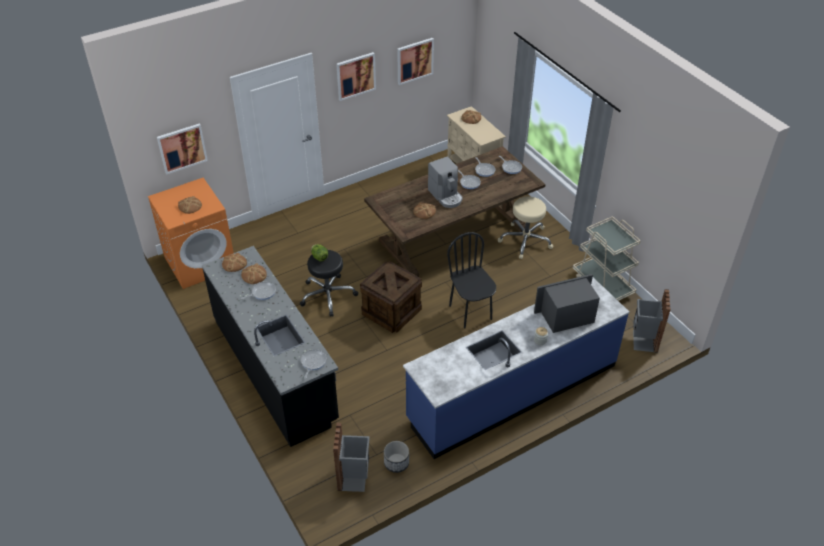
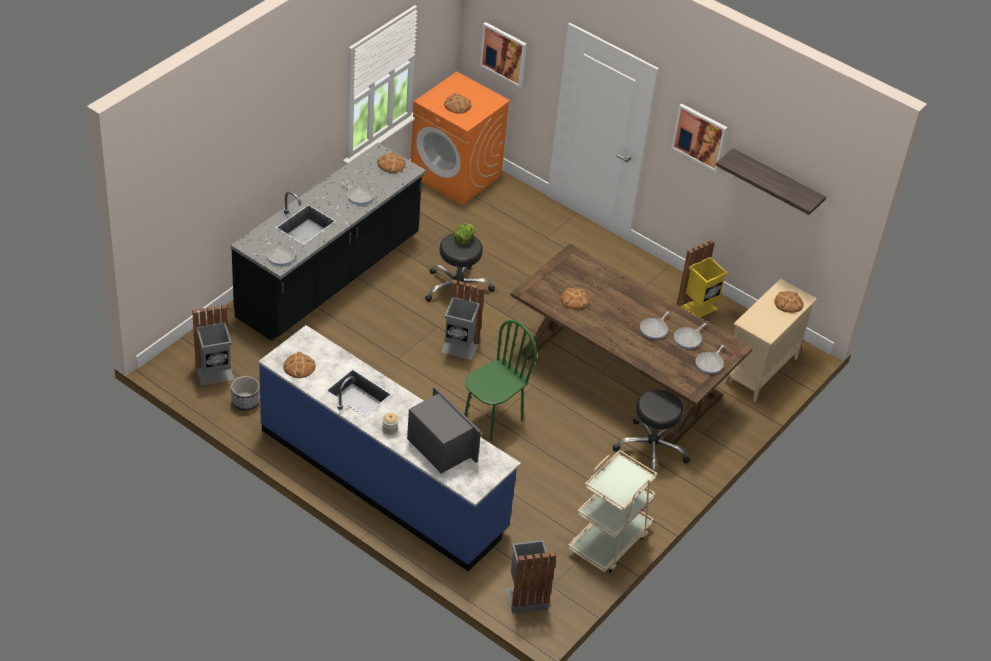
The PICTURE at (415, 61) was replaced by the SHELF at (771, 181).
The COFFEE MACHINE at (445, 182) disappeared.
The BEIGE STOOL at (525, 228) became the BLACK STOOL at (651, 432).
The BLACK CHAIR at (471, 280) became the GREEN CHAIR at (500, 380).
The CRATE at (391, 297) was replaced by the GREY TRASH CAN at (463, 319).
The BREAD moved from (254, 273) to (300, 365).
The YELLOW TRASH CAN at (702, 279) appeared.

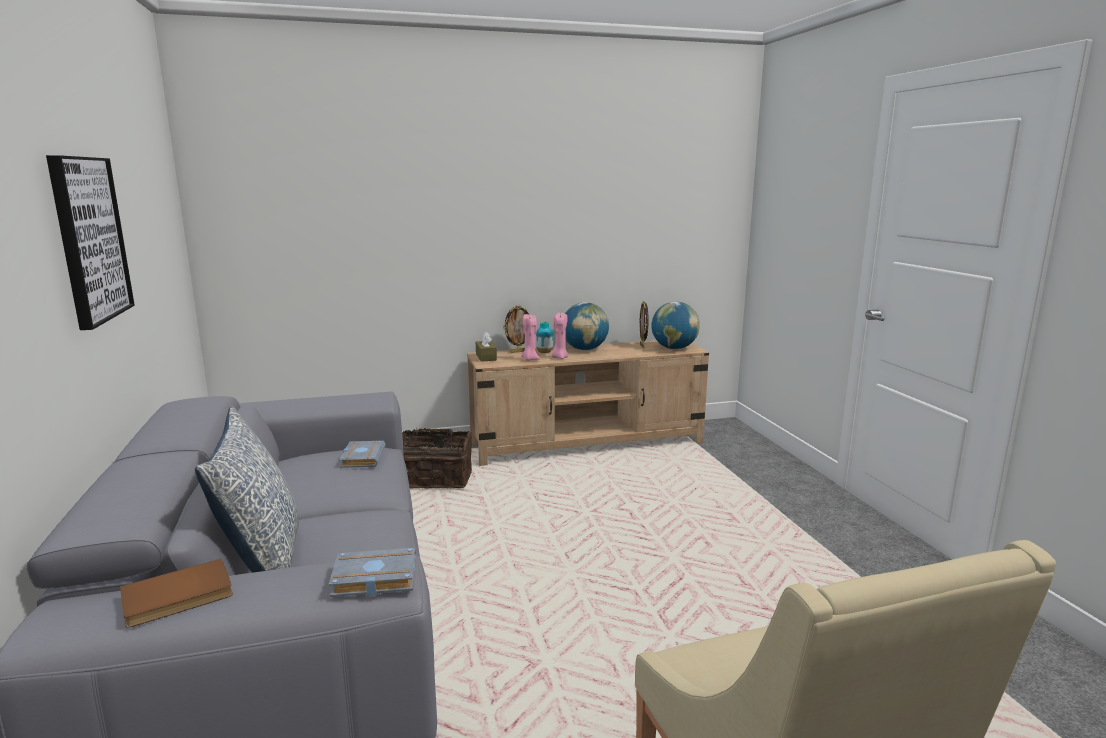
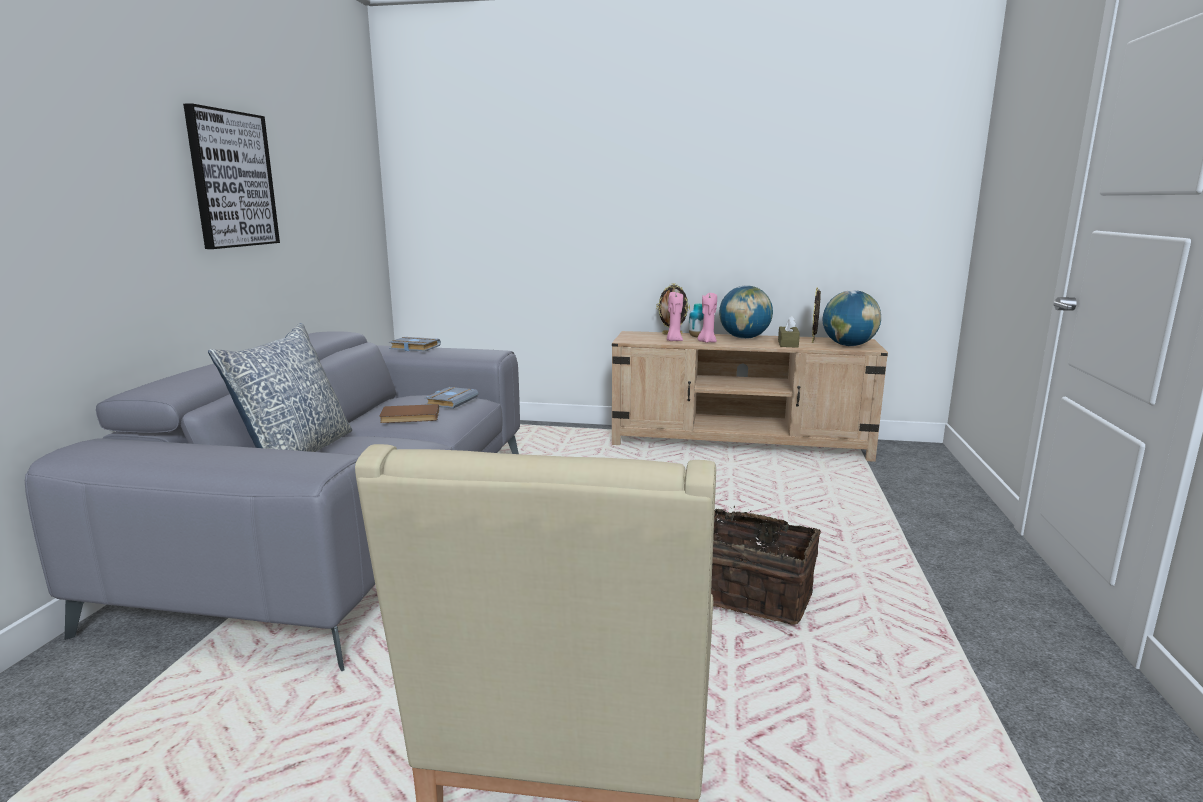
The BROWN TISSUE BOX moved from (486, 347) to (789, 332).
The BASKET moved from (437, 458) to (766, 565).
The GREY BOOK moved from (372, 572) to (415, 344).
The BROWN BOOK moved from (176, 593) to (409, 413).

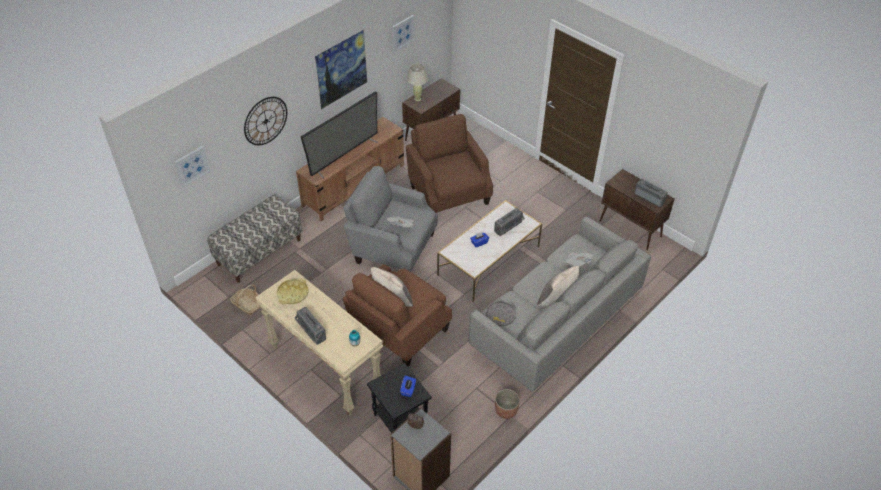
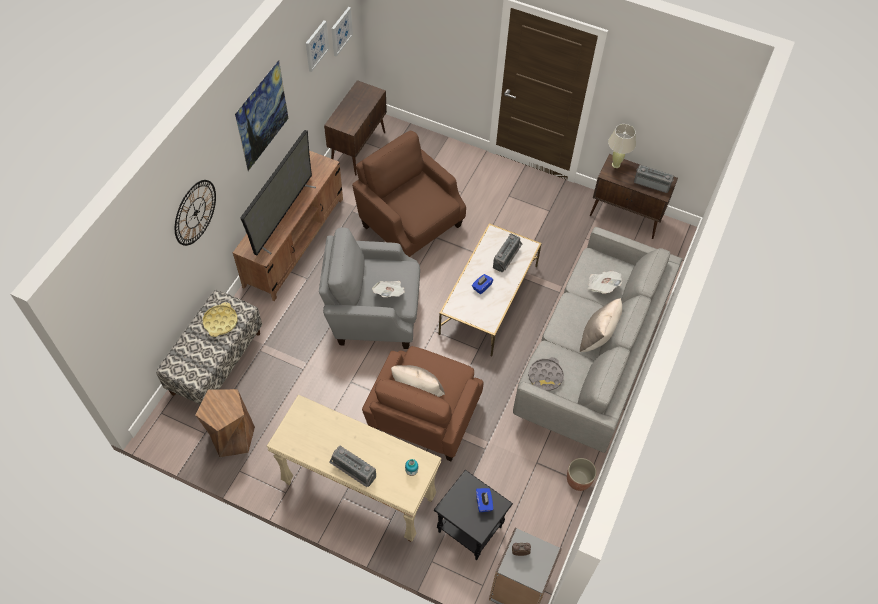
The BEIGE TABLE LAMP moved from (417, 82) to (622, 146).
The PICTURE moved from (192, 167) to (342, 32).
The YELLOW TRAY moved from (292, 291) to (220, 319).
The BASKET at (245, 300) was replaced by the BROWN STOOL at (225, 423).

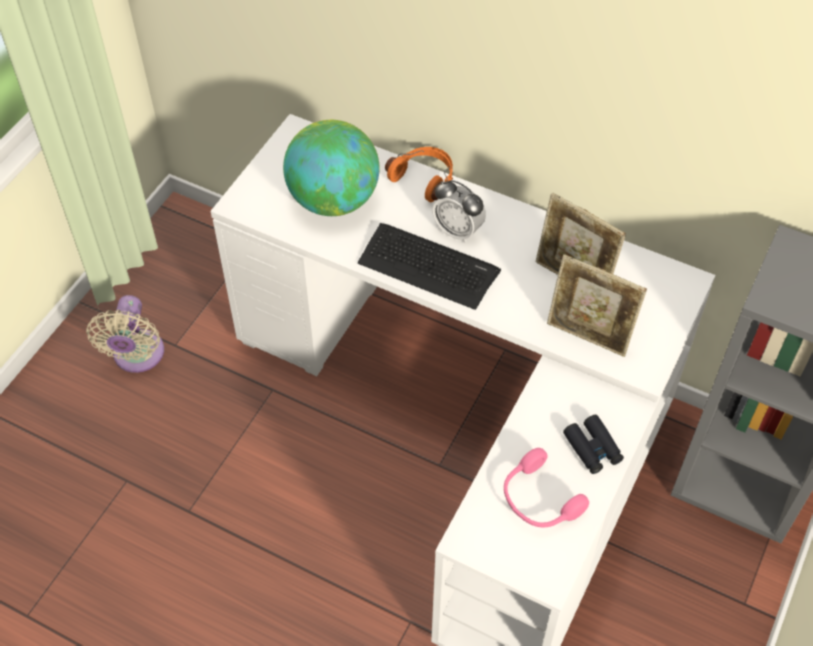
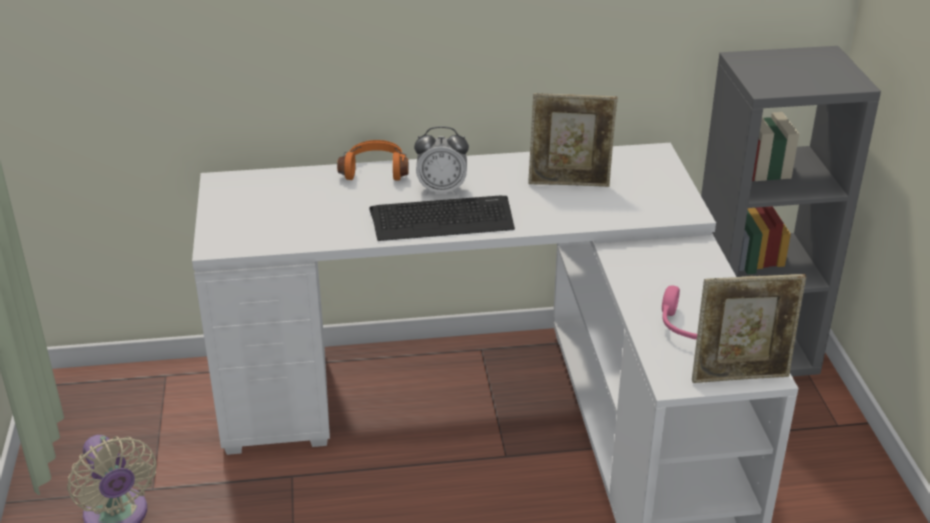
The GLOBE at (331, 168) disappeared.
The PICTURE FRAME moved from (597, 305) to (749, 328).
The BLACK BINOCULARS at (593, 444) disappeared.

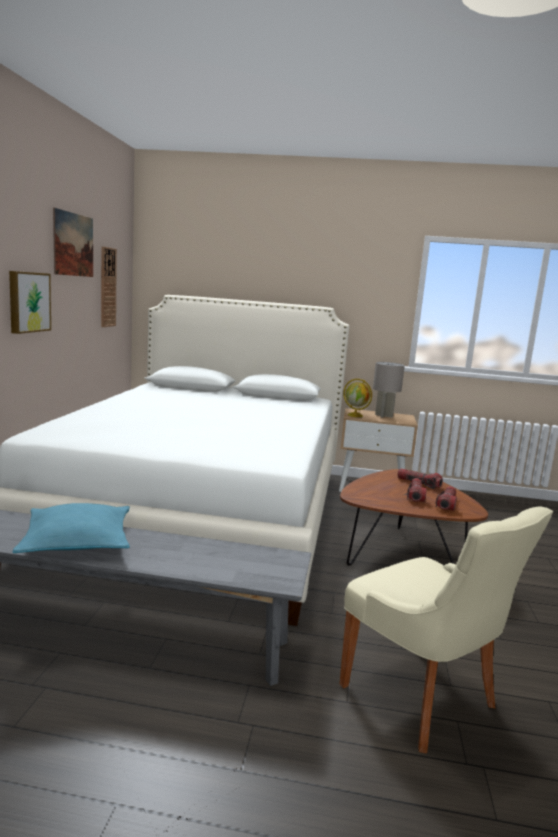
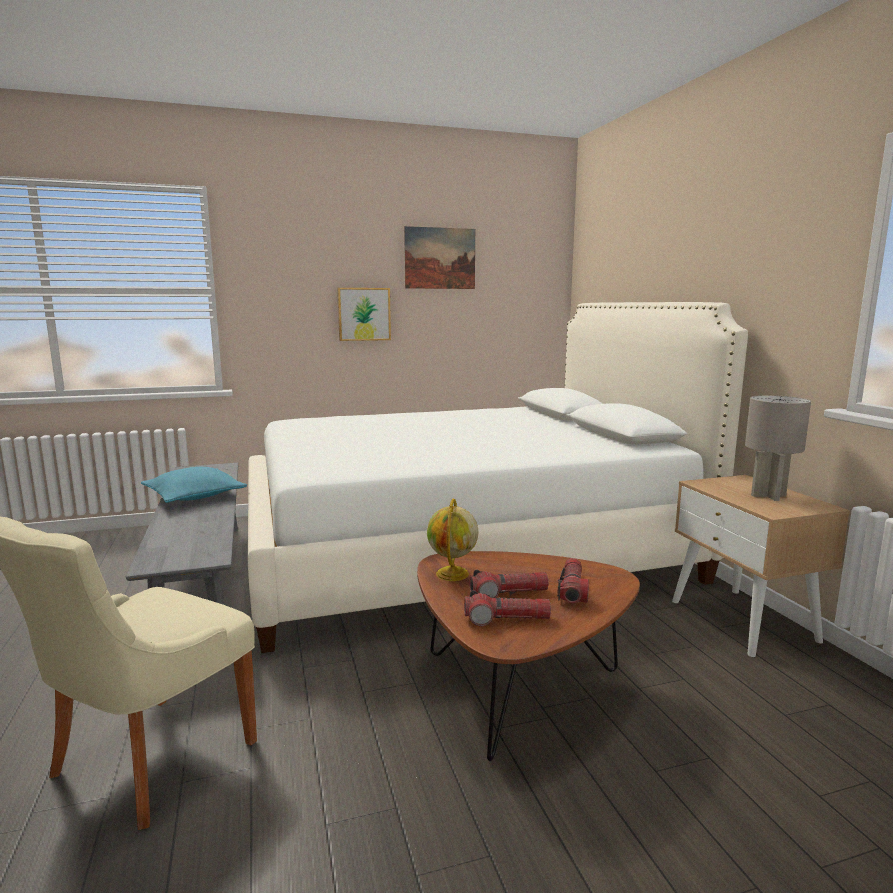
The WALL CLOCK at (109, 286) disappeared.
The GLOBE moved from (358, 398) to (452, 540).

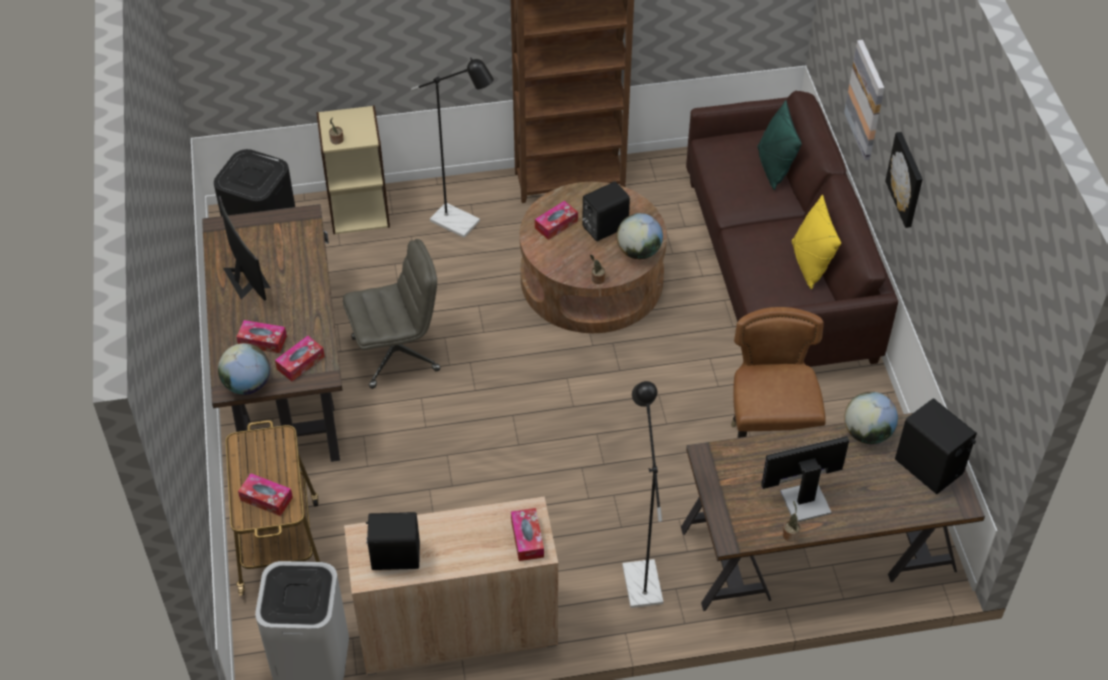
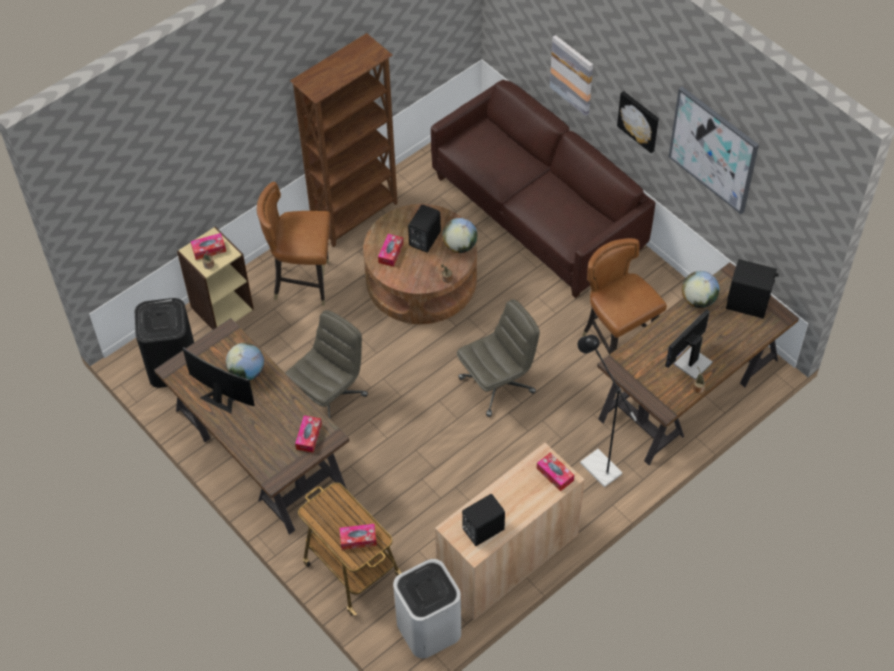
The BLACK FLOOR LAMP at (452, 148) was replaced by the BROWN CHAIR at (294, 244).
The GREEN PILLOW at (779, 145) disappeared.
The YELLOW PILLOW at (816, 242) disappeared.
The TISSUE BOX moved from (262, 336) to (208, 246).
The GLOBE moved from (244, 369) to (245, 361).
The PICTURE at (714, 150) appeared.
The GREY OFFICE CHAIR at (498, 358) appeared.

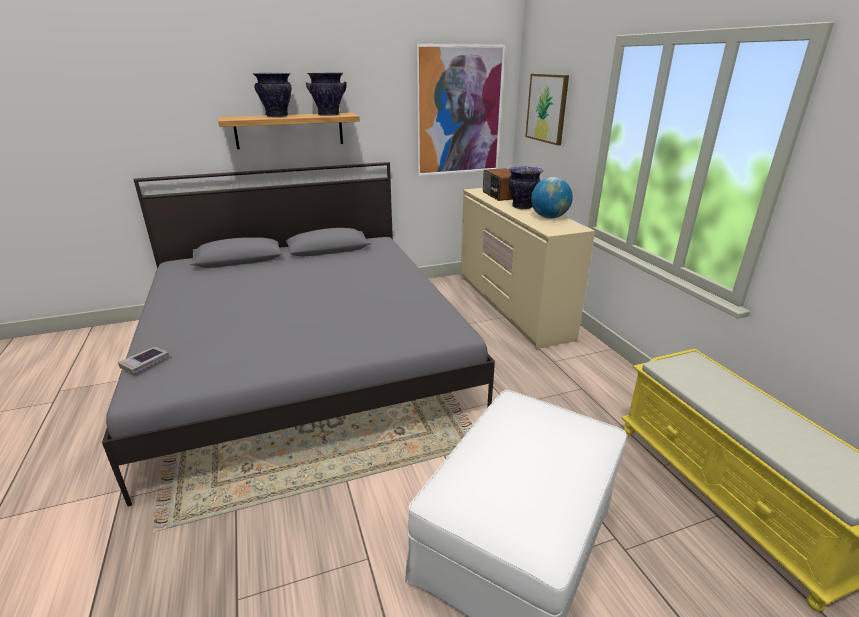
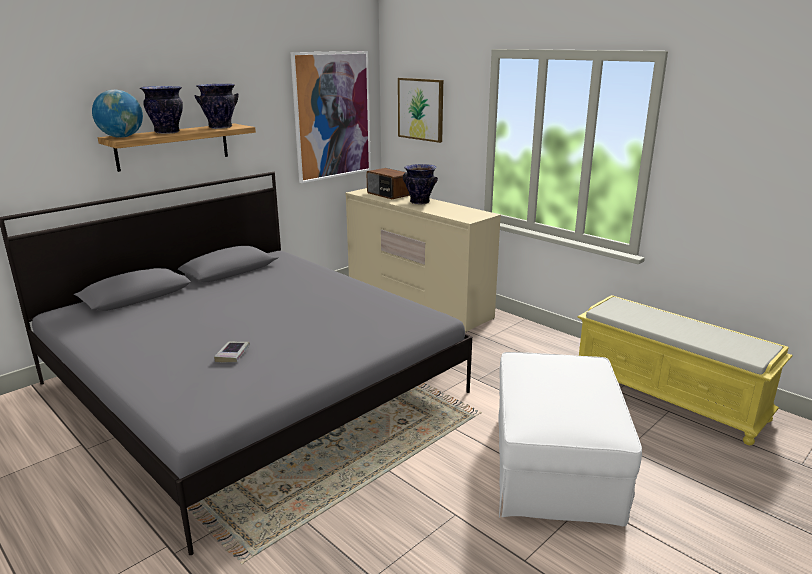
The GLOBE moved from (552, 198) to (117, 114).
The BOOK moved from (143, 360) to (232, 351).

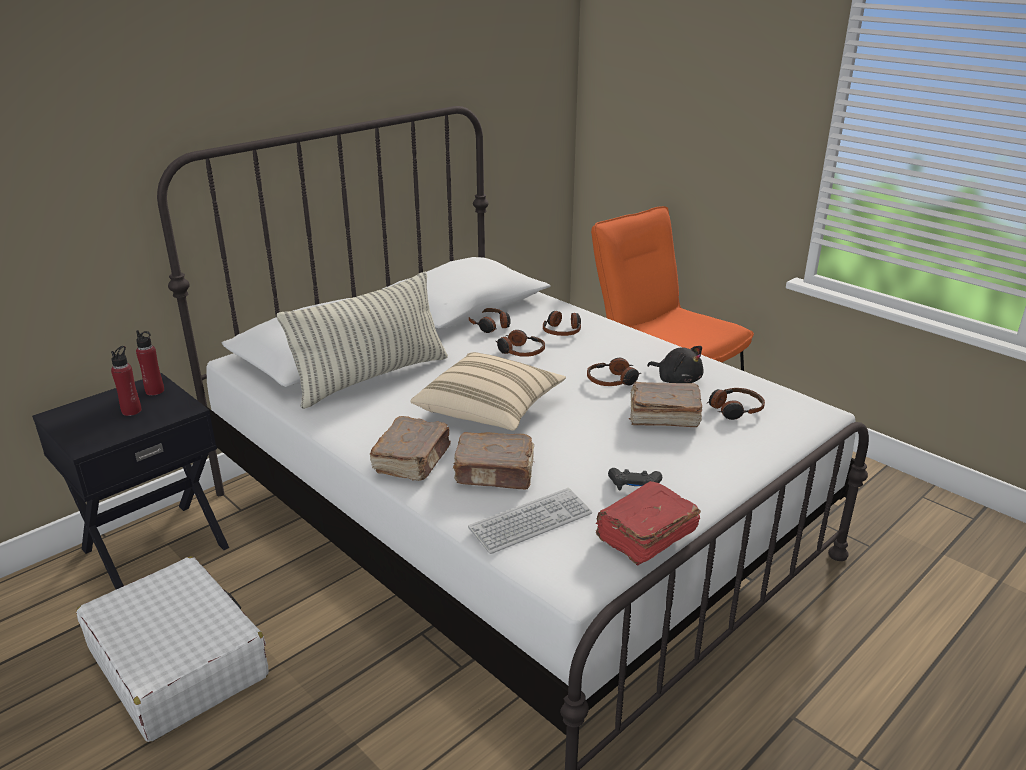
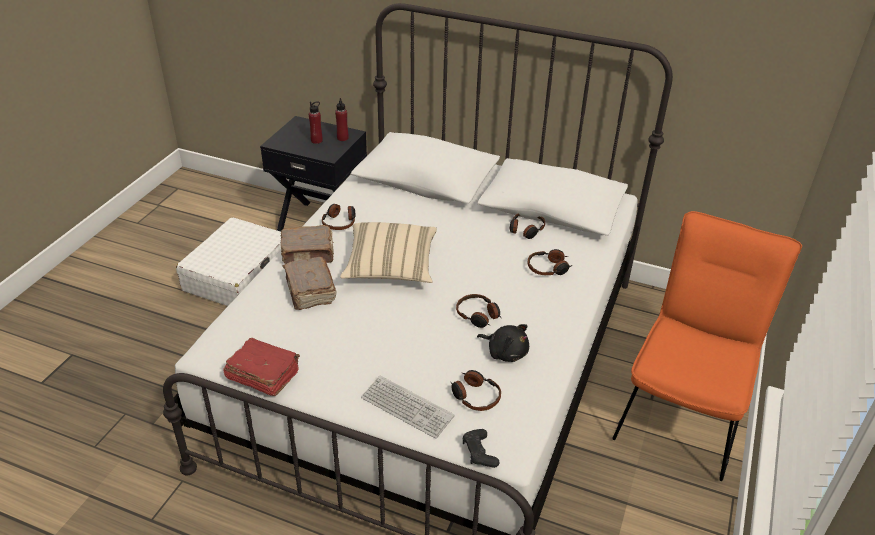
The PILLOW at (362, 340) disappeared.
The HEADPHONES moved from (520, 343) to (339, 217).
The BLACK PLUSH TOY at (675, 364) turned 75 degrees counterclockwise.
The BROWN BOOK at (665, 404) disappeared.
The BLACK GAME CONTROLLER moved from (635, 479) to (481, 448).
The KEYBOARD moved from (530, 521) to (408, 407).

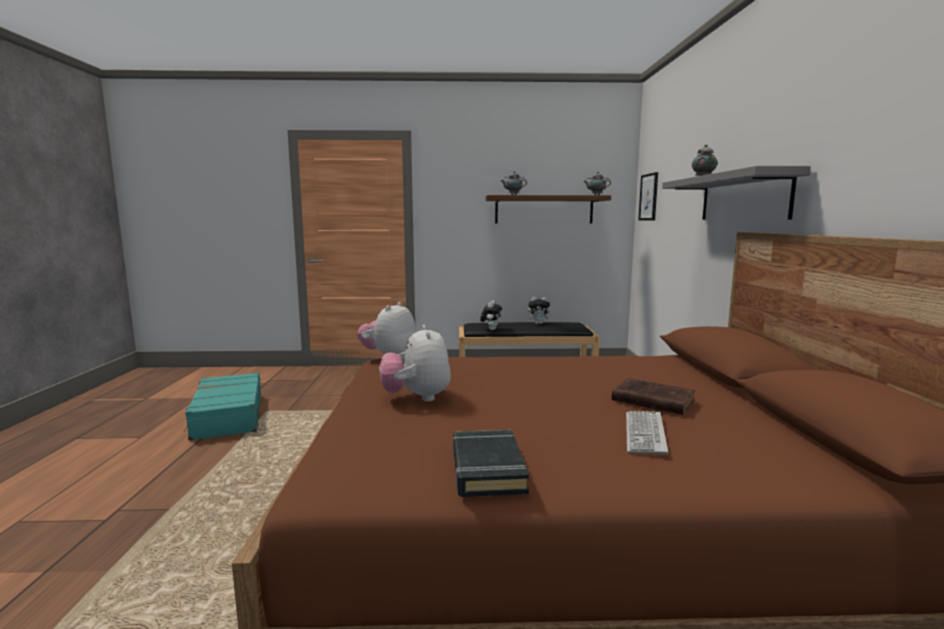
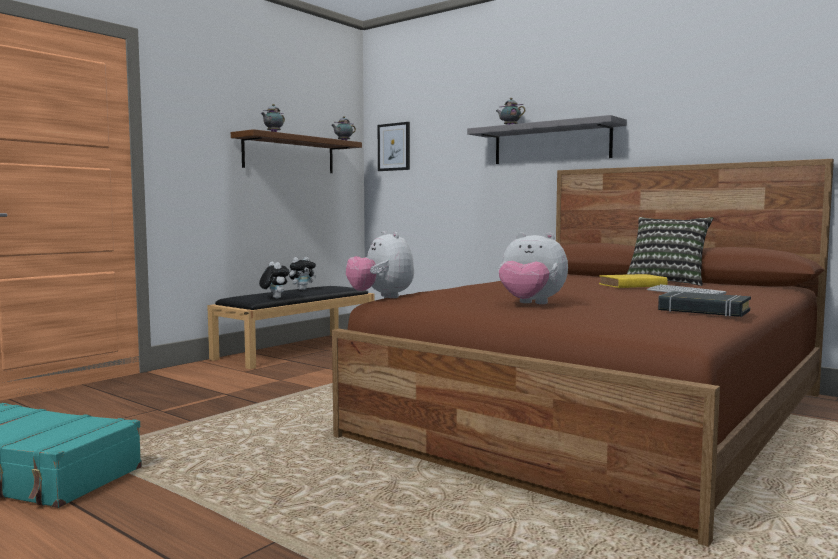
The BROWN BOOK at (653, 396) became the YELLOW BOOK at (633, 281).
The PILLOW at (670, 251) appeared.

